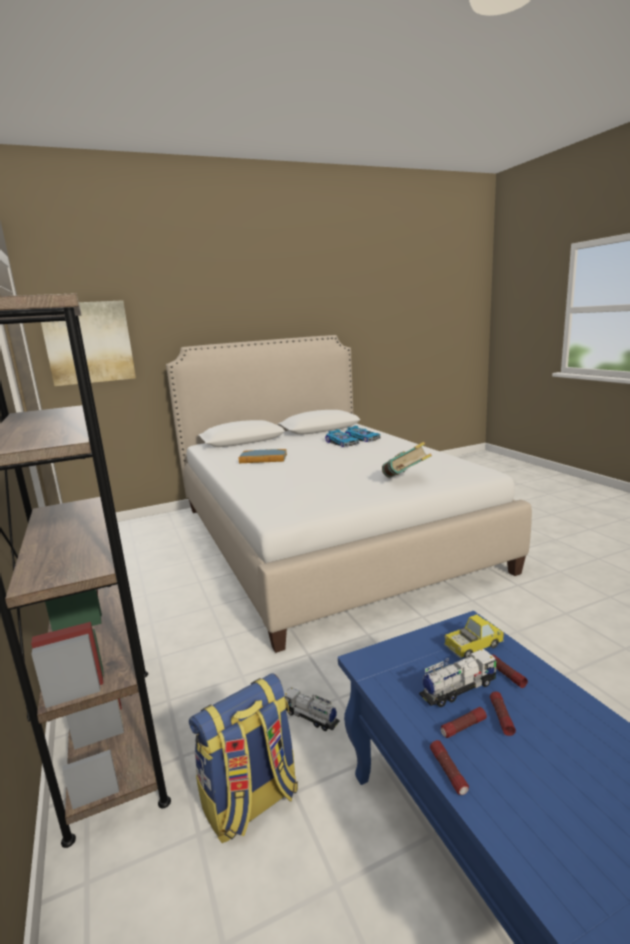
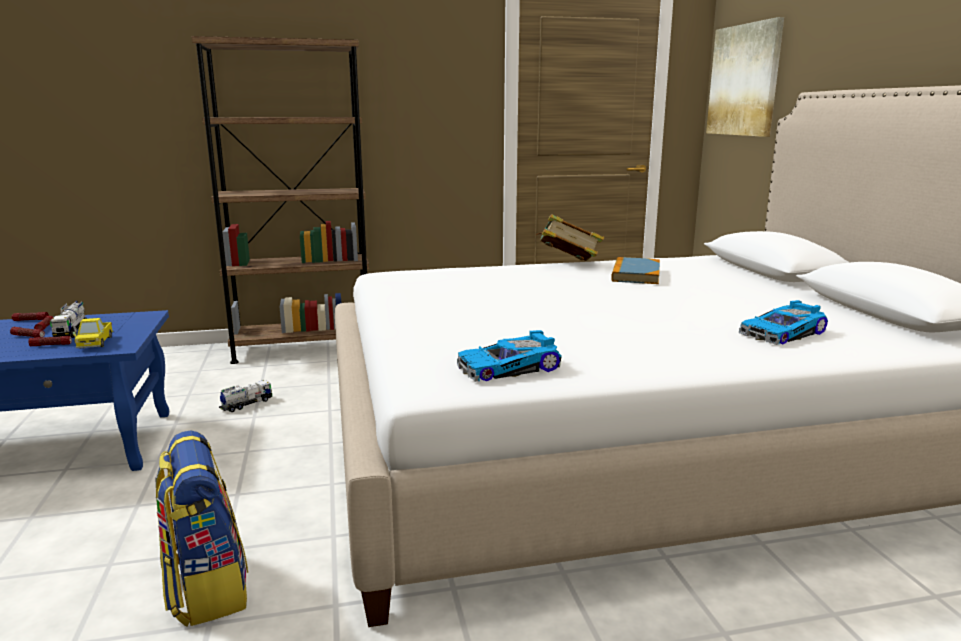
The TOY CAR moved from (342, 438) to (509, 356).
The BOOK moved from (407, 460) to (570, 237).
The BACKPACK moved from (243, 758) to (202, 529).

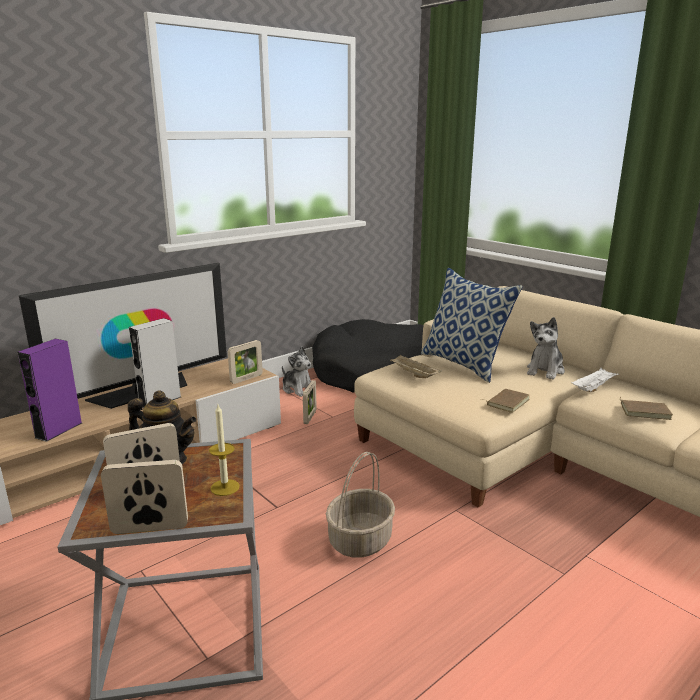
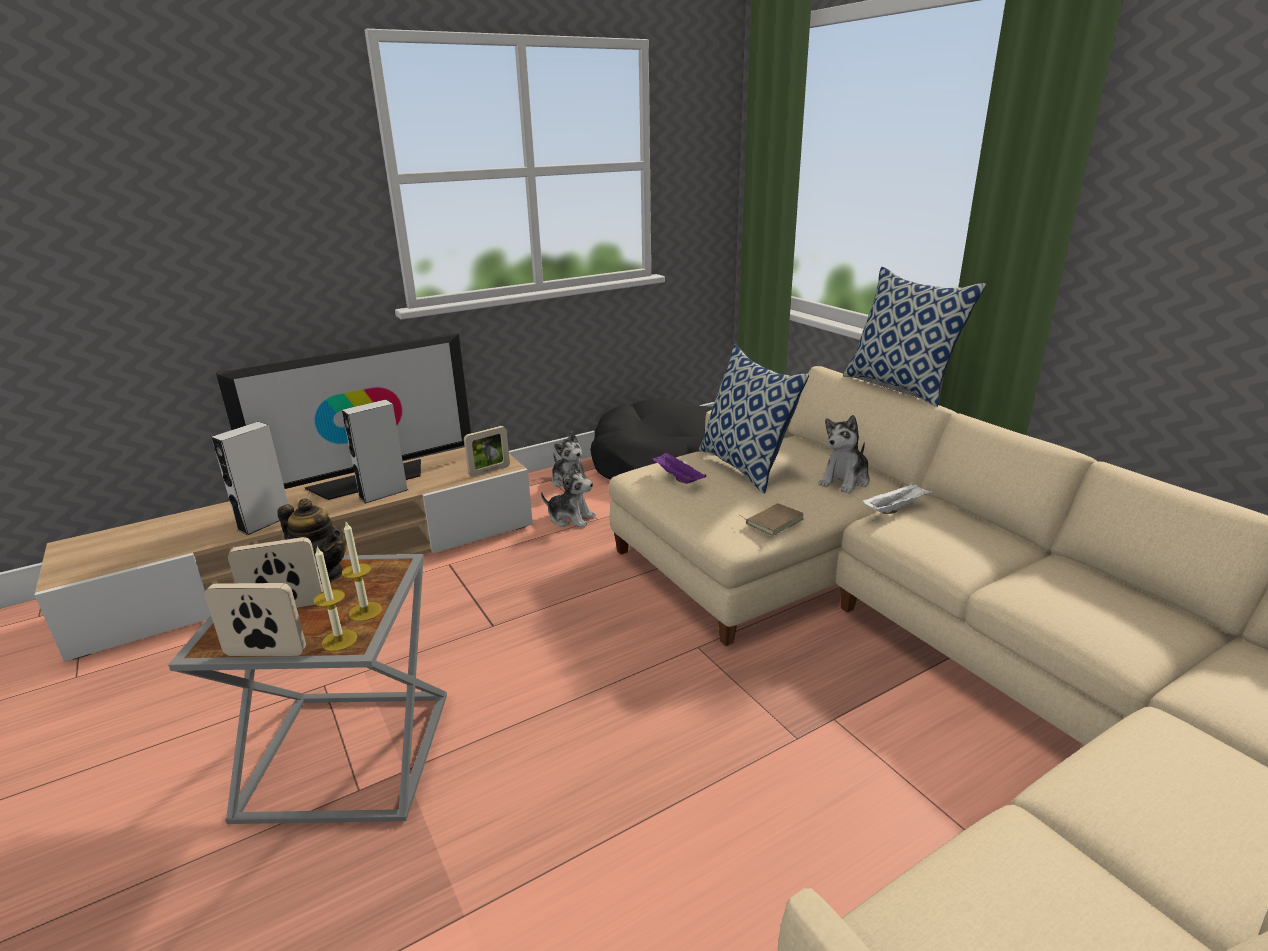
The PURPLE SPEAKER at (50, 390) became the GREY SPEAKER at (249, 478).
The BEIGE TRAY at (416, 366) became the PURPLE TRAY at (679, 468).
The PICTURE FRAME at (310, 402) was replaced by the PLUSH TOY at (568, 495).
The BROWN BOOK at (646, 408) disappeared.
The BASKET at (360, 505) disappeared.
The PILLOW at (914, 337) appeared.
The CANDLE at (336, 599) appeared.

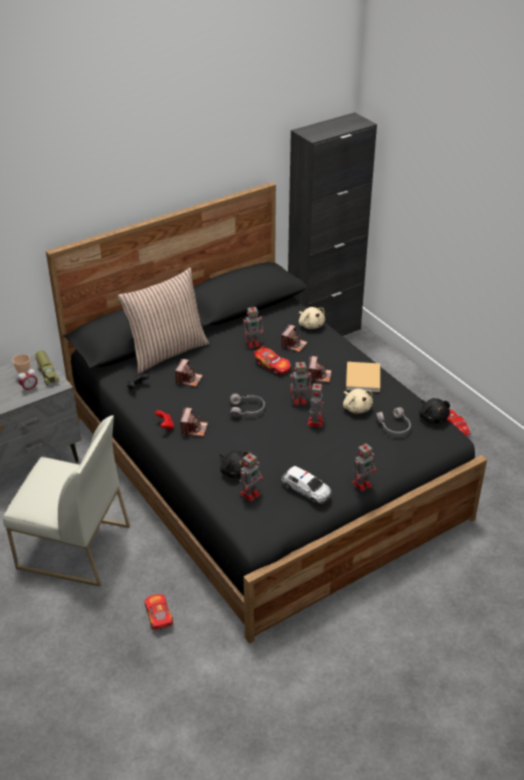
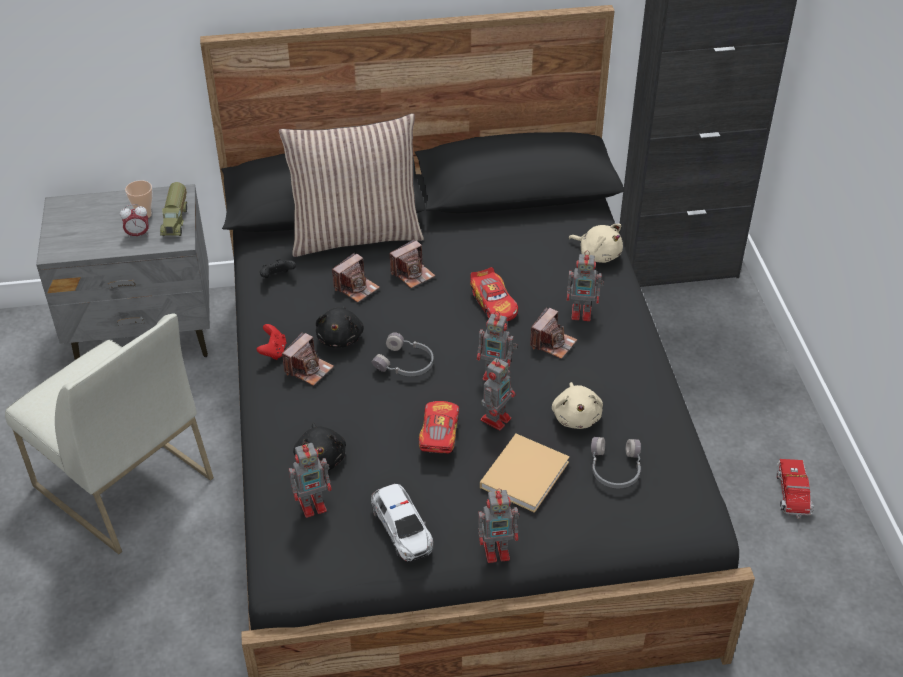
The TOY ROBOT moved from (253, 326) to (585, 286).
The BEIGE PLUSH TOY at (312, 318) turned 45 degrees counterclockwise.
The PHOTO CAMERA moved from (294, 338) to (412, 263).
The BEIGE BOOK moved from (363, 377) to (525, 473).
The BLACK PLUSH TOY moved from (434, 410) to (340, 327).
The TOY CAR moved from (158, 612) to (439, 427).

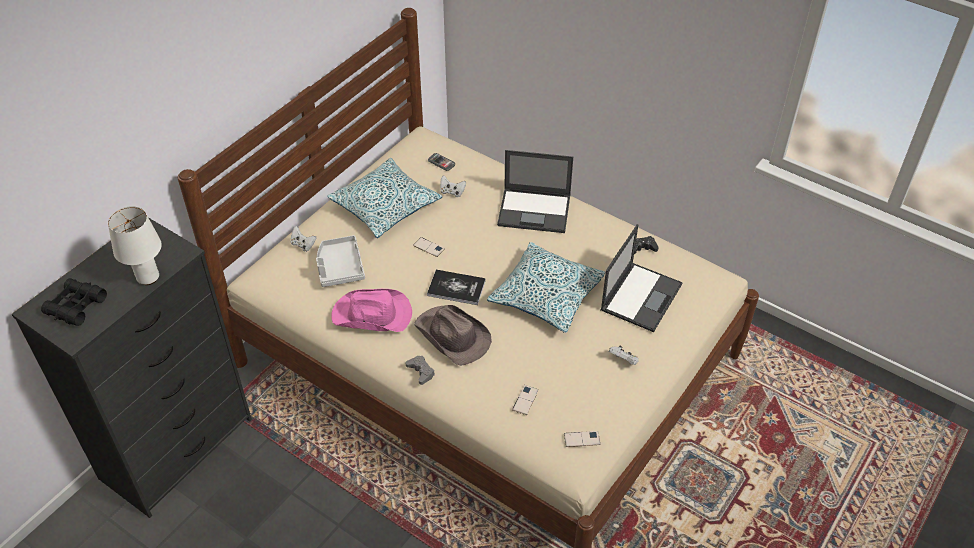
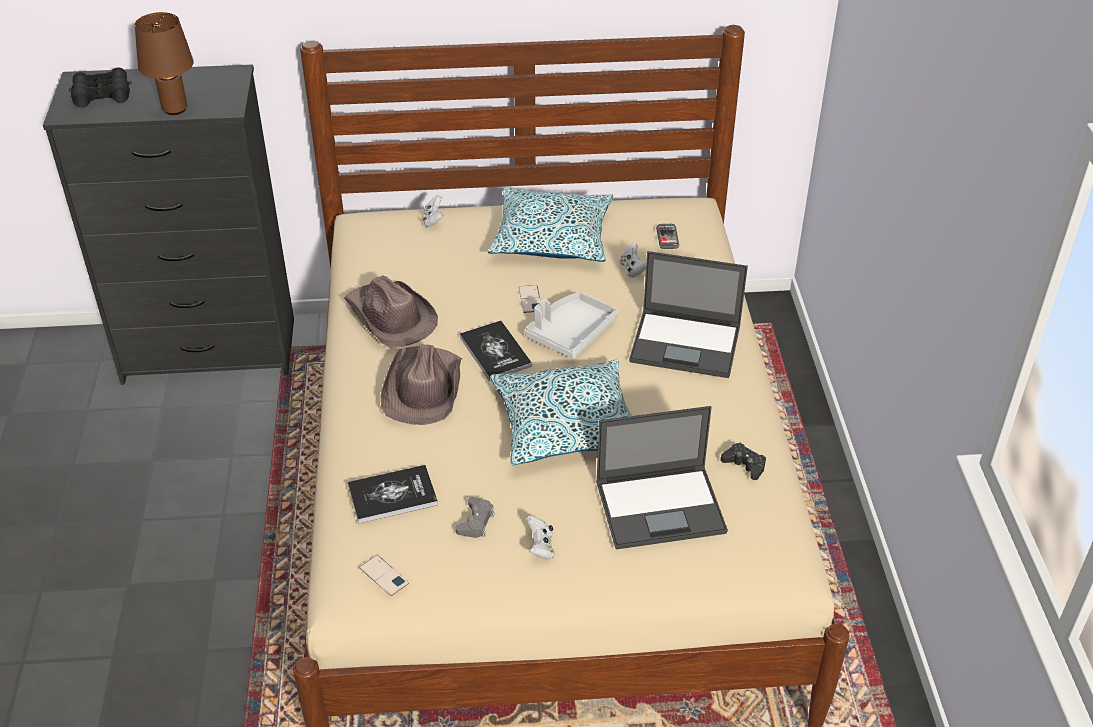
The LAPTOP at (535, 191) turned 45 degrees counterclockwise.
The WHITE TABLE LAMP at (135, 245) became the BROWN TABLE LAMP at (164, 63).
The GREY TRAY moved from (340, 261) to (571, 325).
The PINK HAT at (371, 310) became the BROWN HAT at (391, 311).
The GREY GAME CONTROLLER moved from (420, 370) to (475, 517).
The PHONE at (525, 400) was replaced by the BOOK at (393, 494).

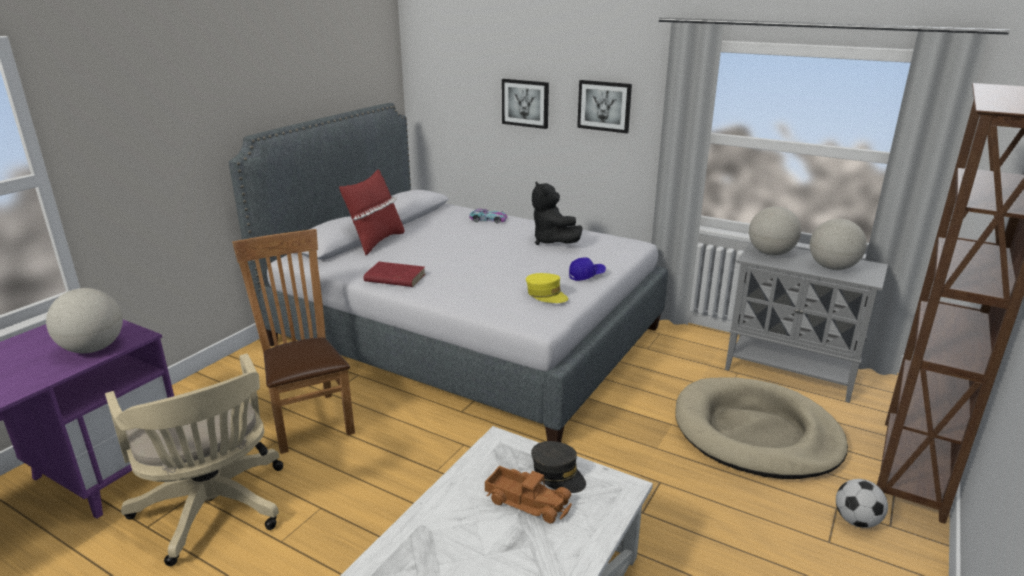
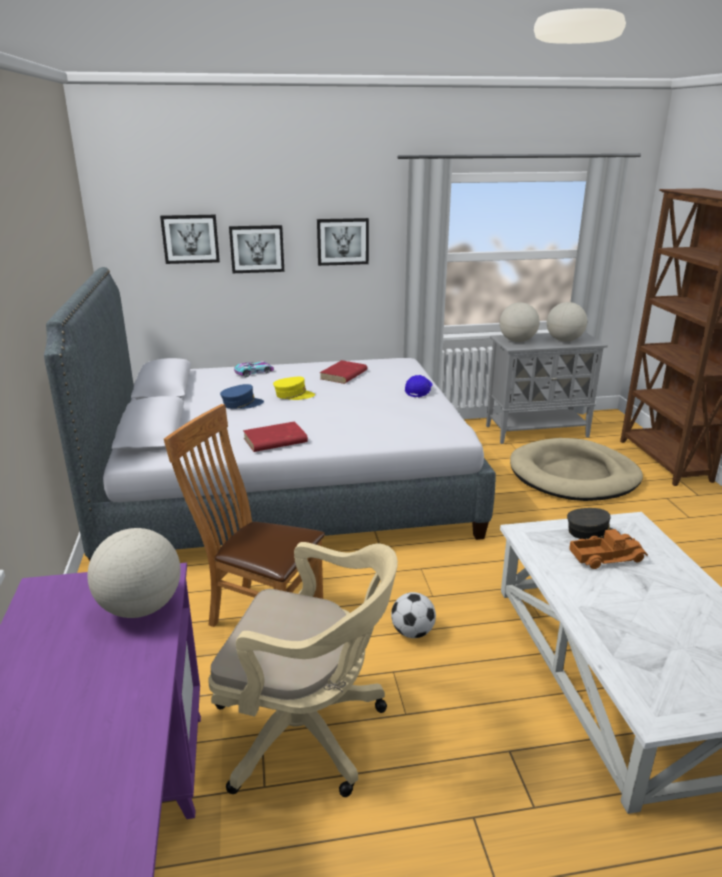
The RED PILLOW at (372, 212) disappeared.
The BLACK PLUSH TOY at (557, 213) was replaced by the RED BOOK at (343, 372).
The YELLOW CAP moved from (547, 288) to (294, 388).
The FOOTBALL moved from (862, 503) to (413, 615).
The PICTURE at (190, 239) appeared.
The BLUE CAP at (242, 396) appeared.

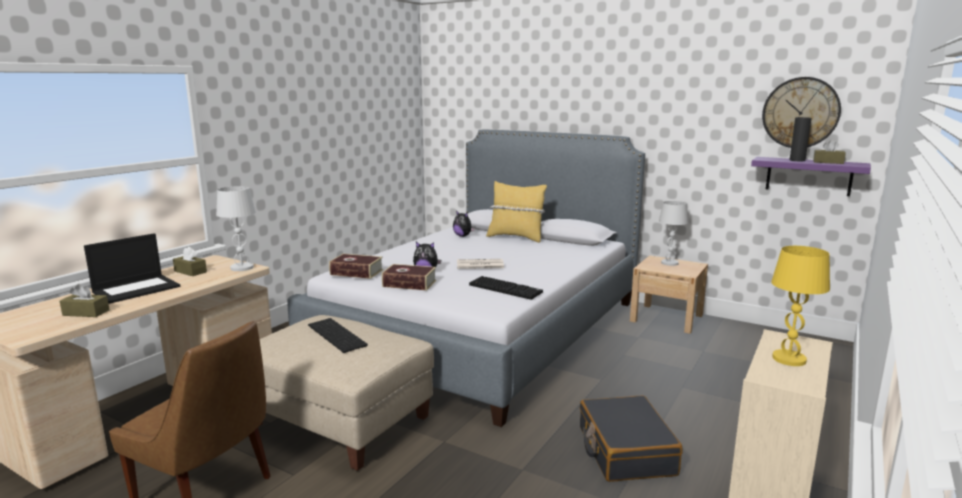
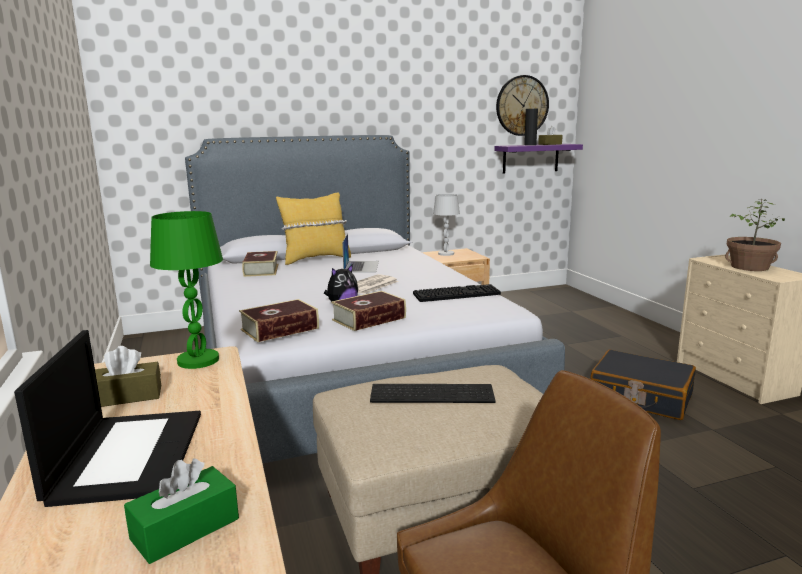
The WHITE TABLE LAMP at (236, 228) became the GREEN TABLE LAMP at (186, 290).
The PLUSH TOY at (464, 224) was replaced by the BOOK at (260, 264).
The YELLOW TABLE LAMP at (800, 306) was replaced by the POTTED PLANT at (755, 235).
The BROWN TISSUE BOX at (84, 300) became the GREEN TISSUE BOX at (181, 511).
The LAPTOP at (360, 253) appeared.

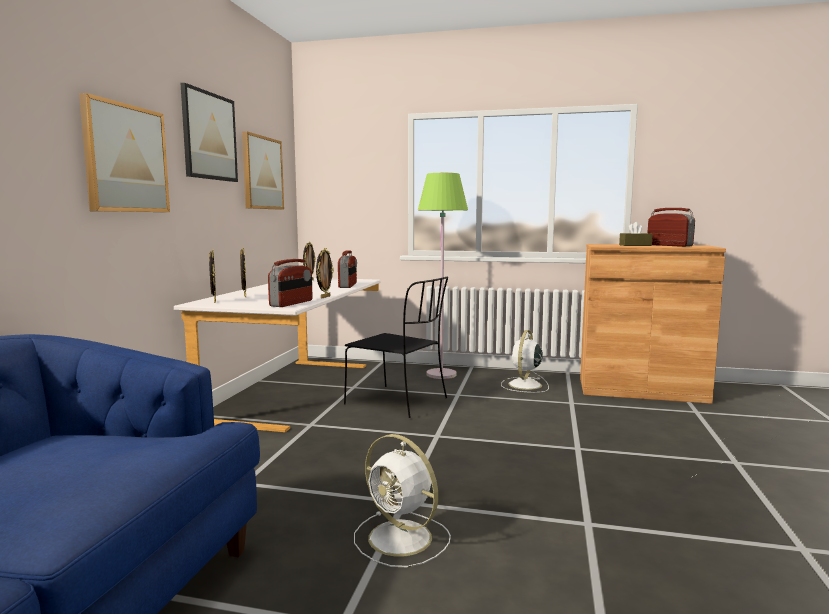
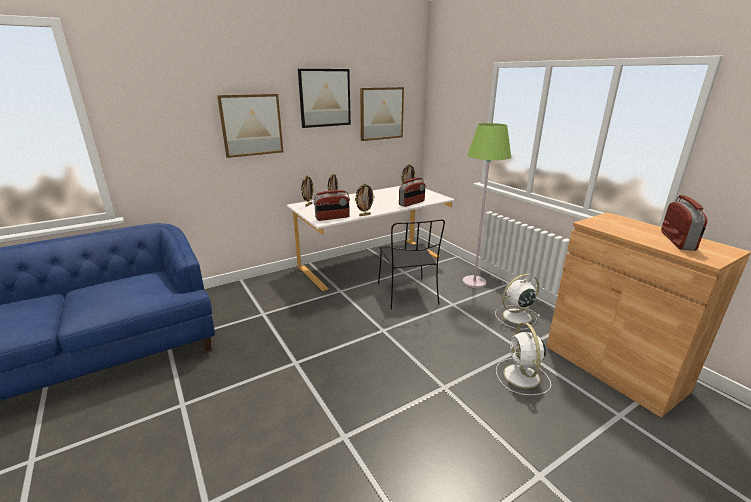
The BROWN TISSUE BOX at (636, 234) disappeared.
The WHITE FAN moved from (402, 500) to (523, 359).

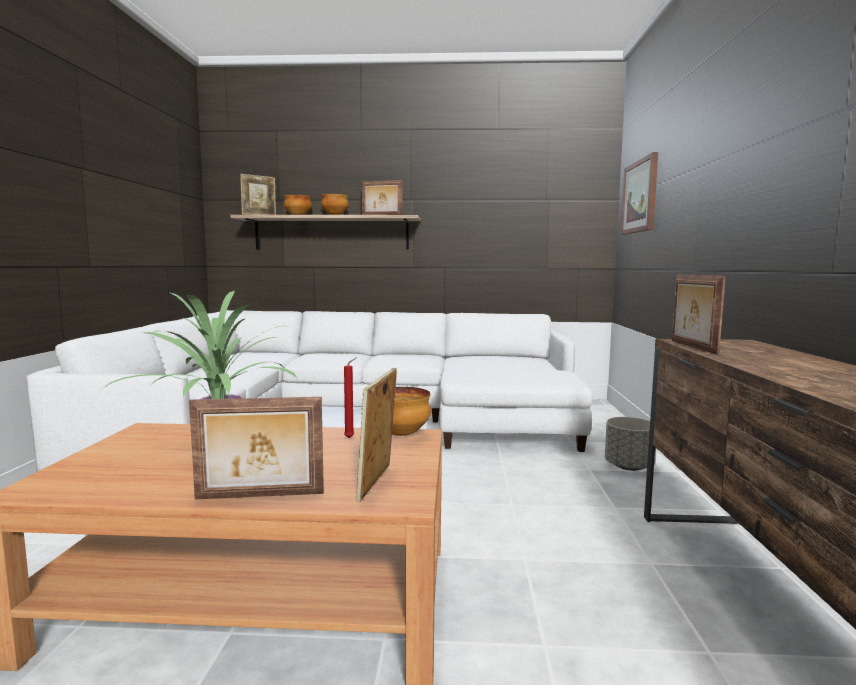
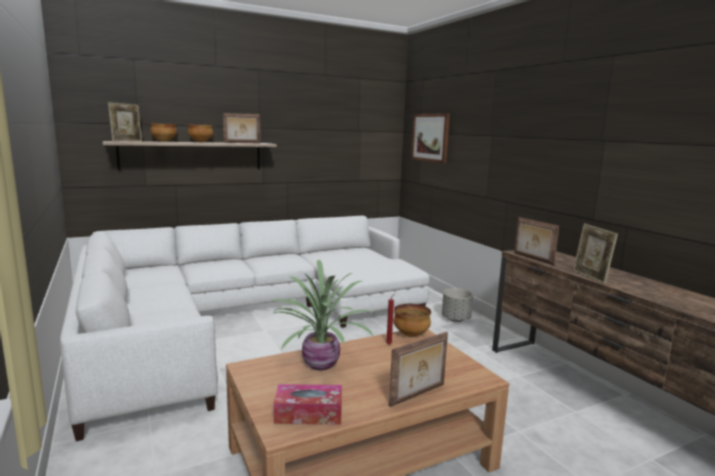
The PICTURE FRAME moved from (376, 435) to (595, 254).
The TISSUE BOX at (308, 404) appeared.

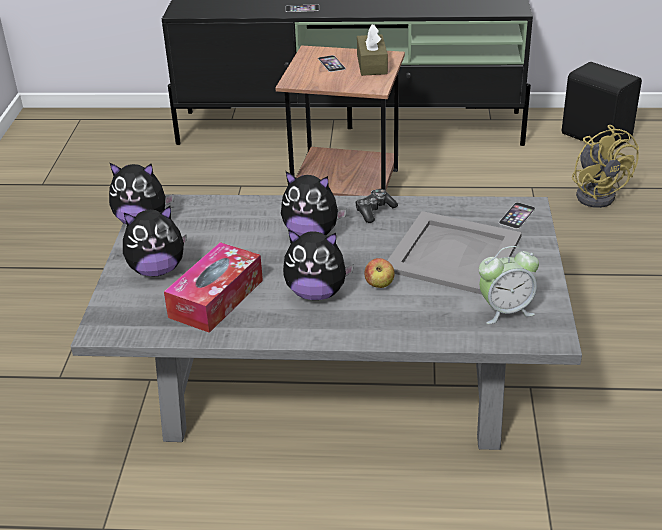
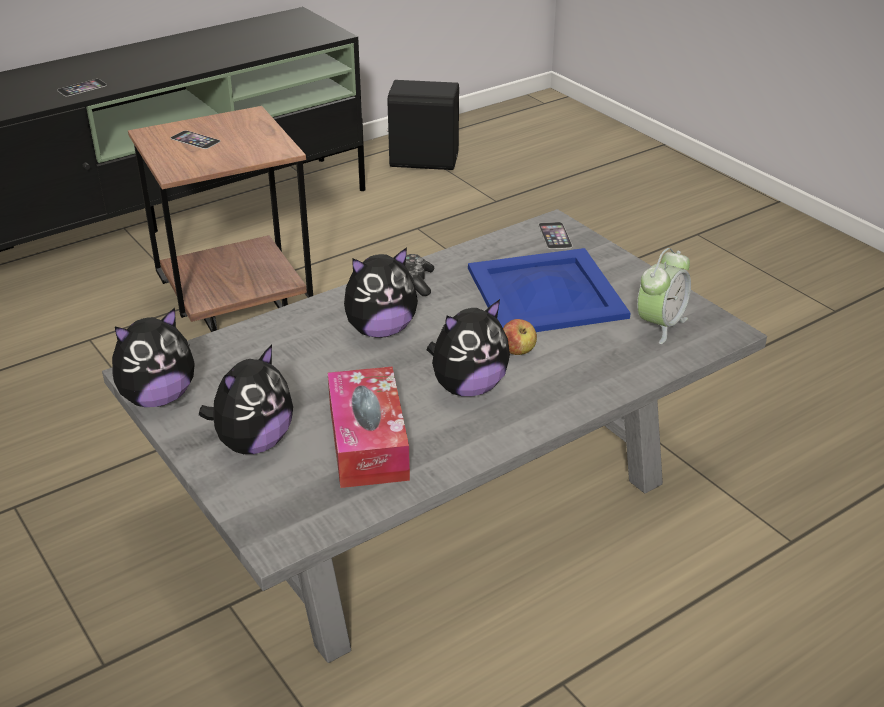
The BROWN TISSUE BOX at (372, 50) disappeared.
The YELLOW FAN at (605, 166) disappeared.
The GREY TRAY at (454, 252) became the BLUE TRAY at (549, 290).

